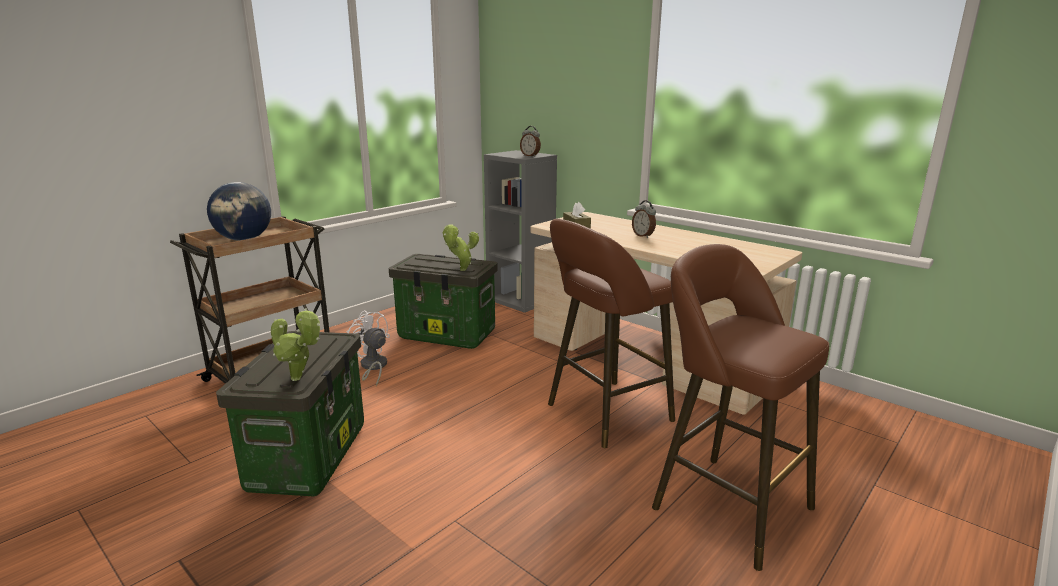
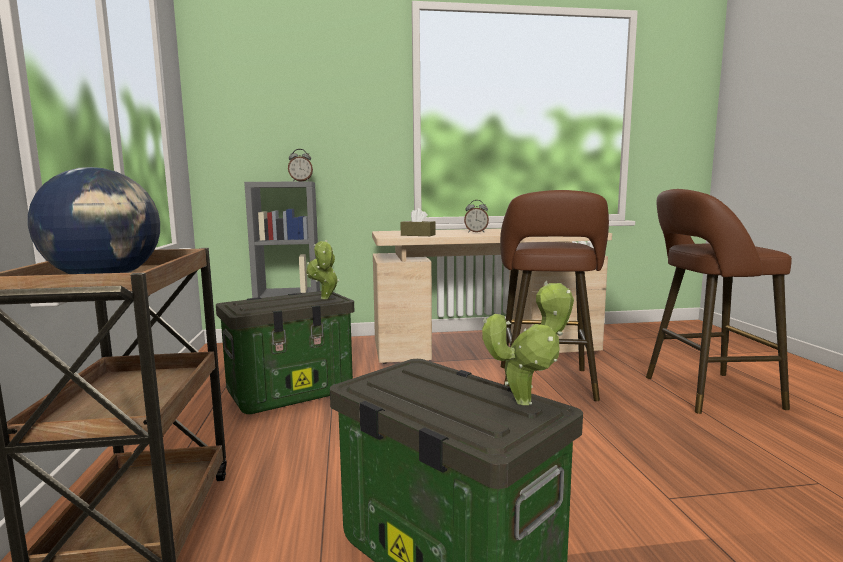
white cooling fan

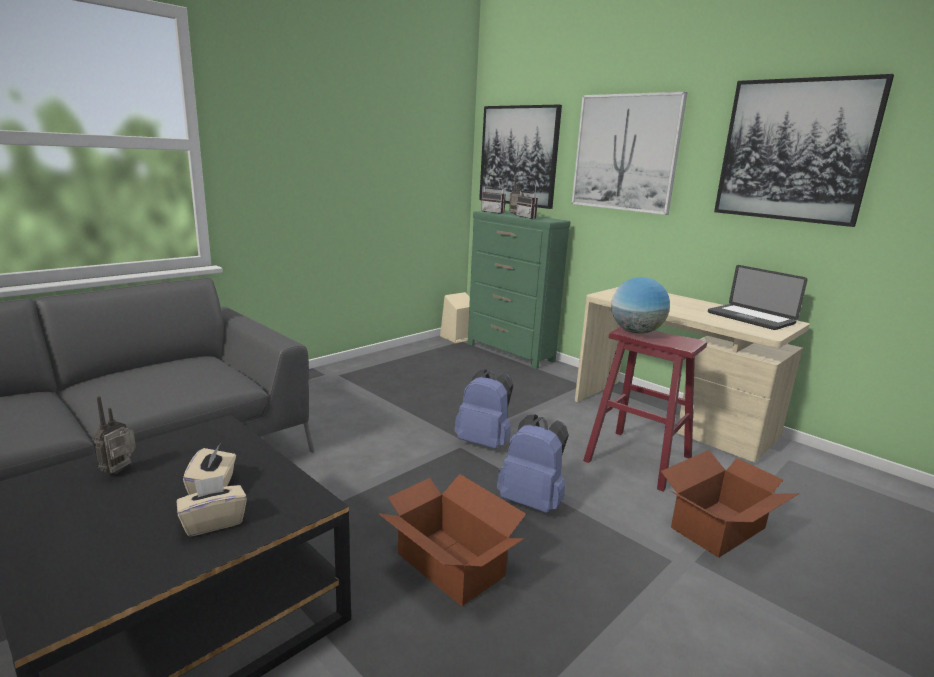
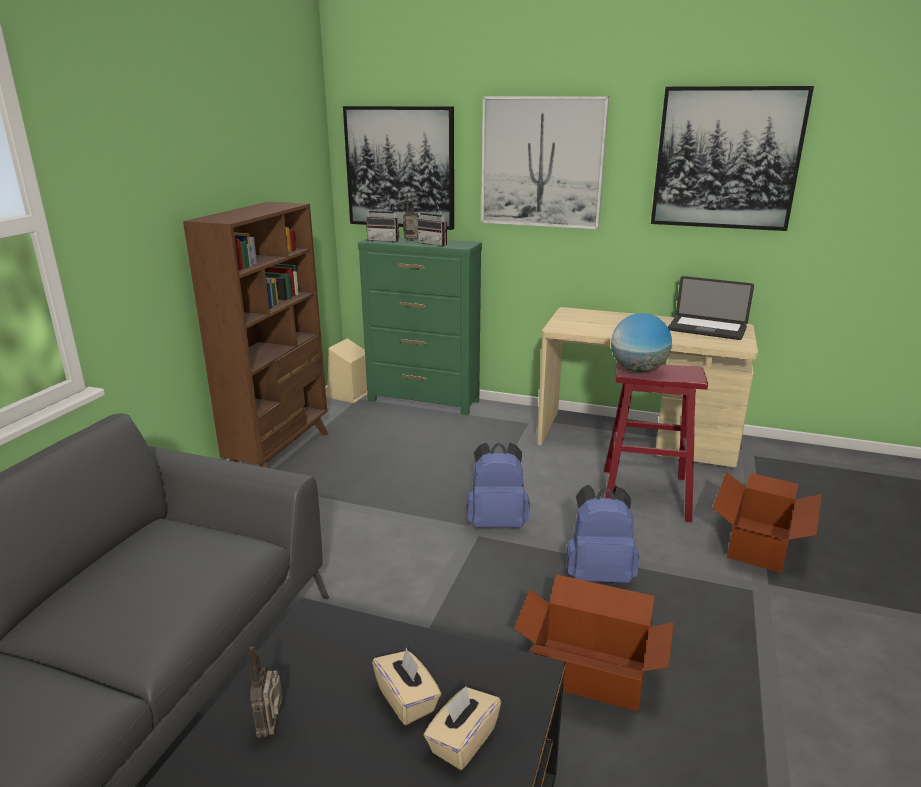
brown shelving unit

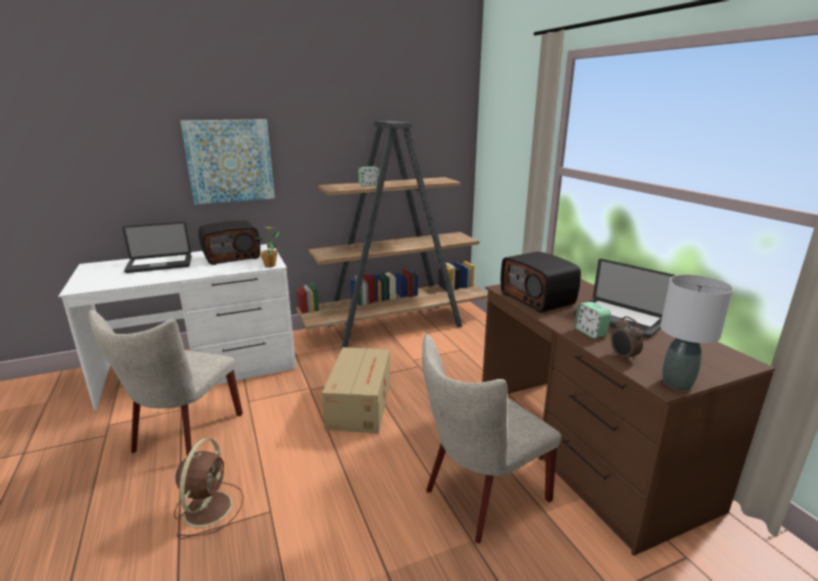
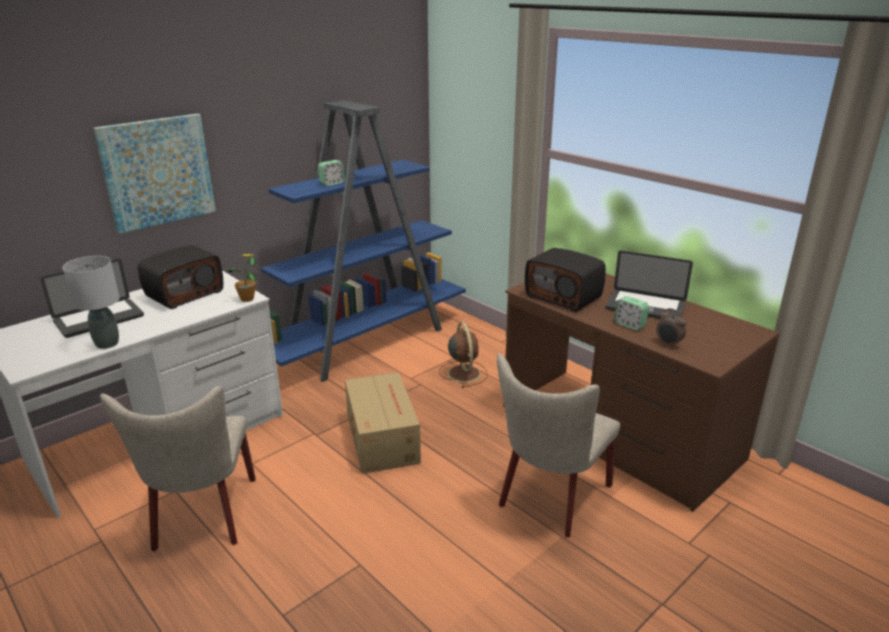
gray table lamp; bluish shelving unit; brown cooling fan

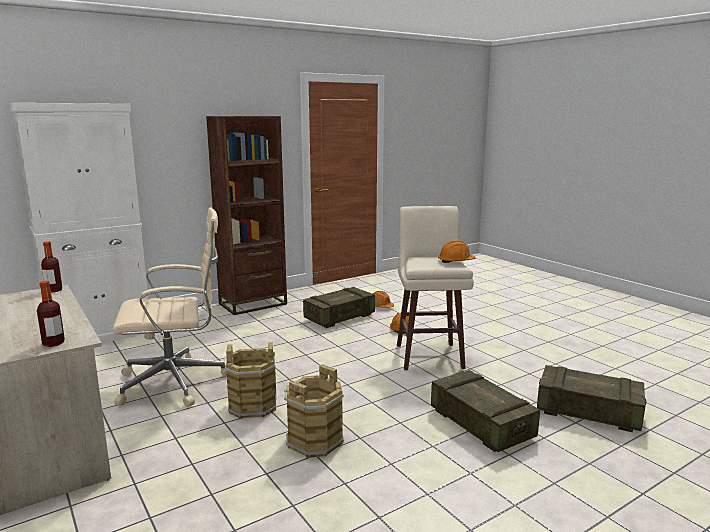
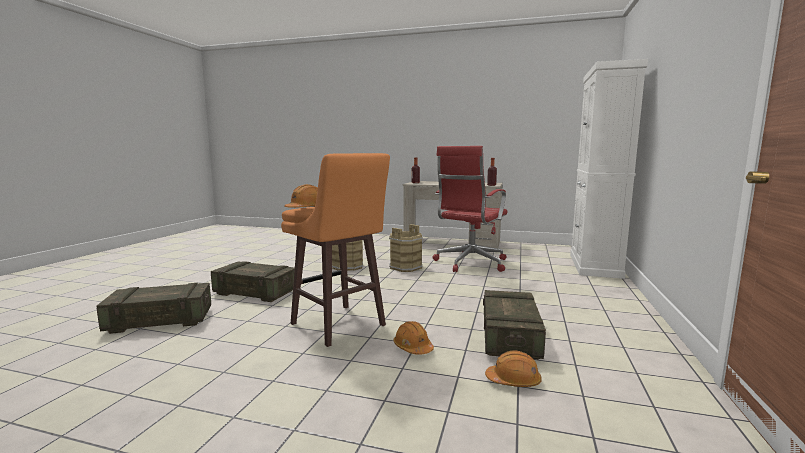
orangey stool; reddish office chair; brown shelving unit

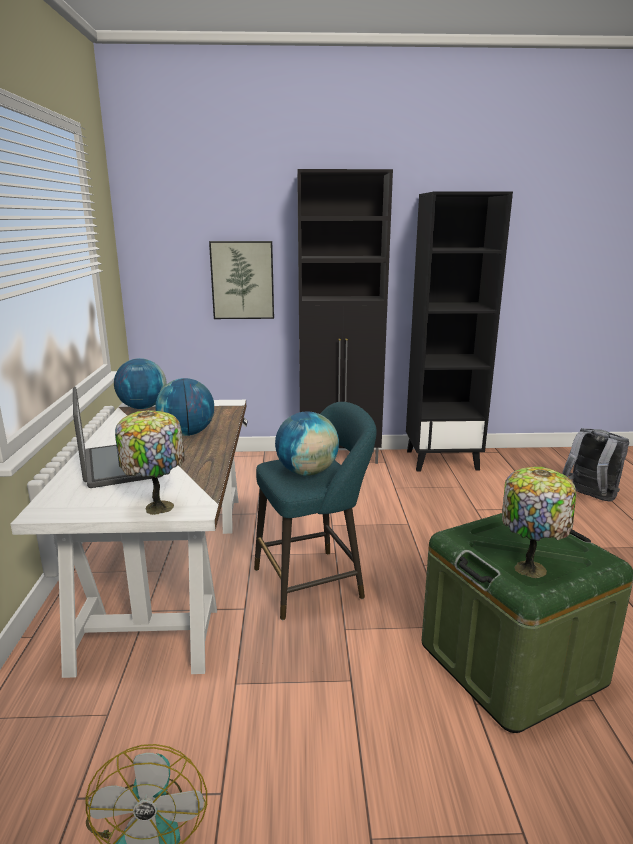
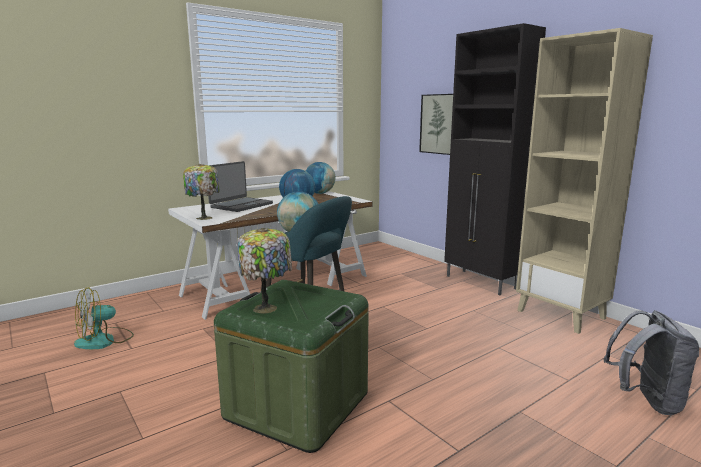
sand-coloured shelving unit

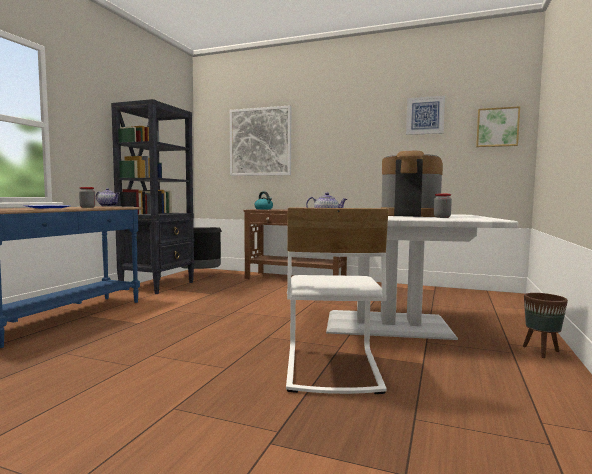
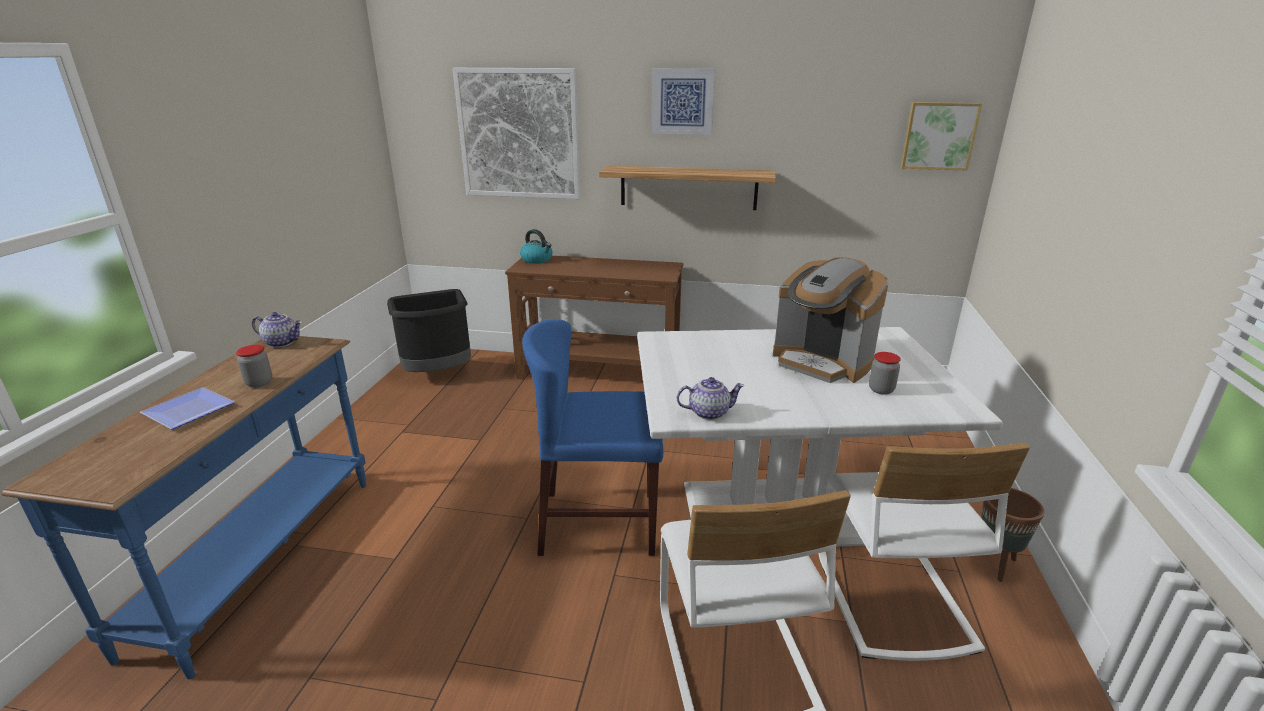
bluish chair; shelf; picture (2nd from left); coffee maker; white chair (2nd from left); blackish shelving unit

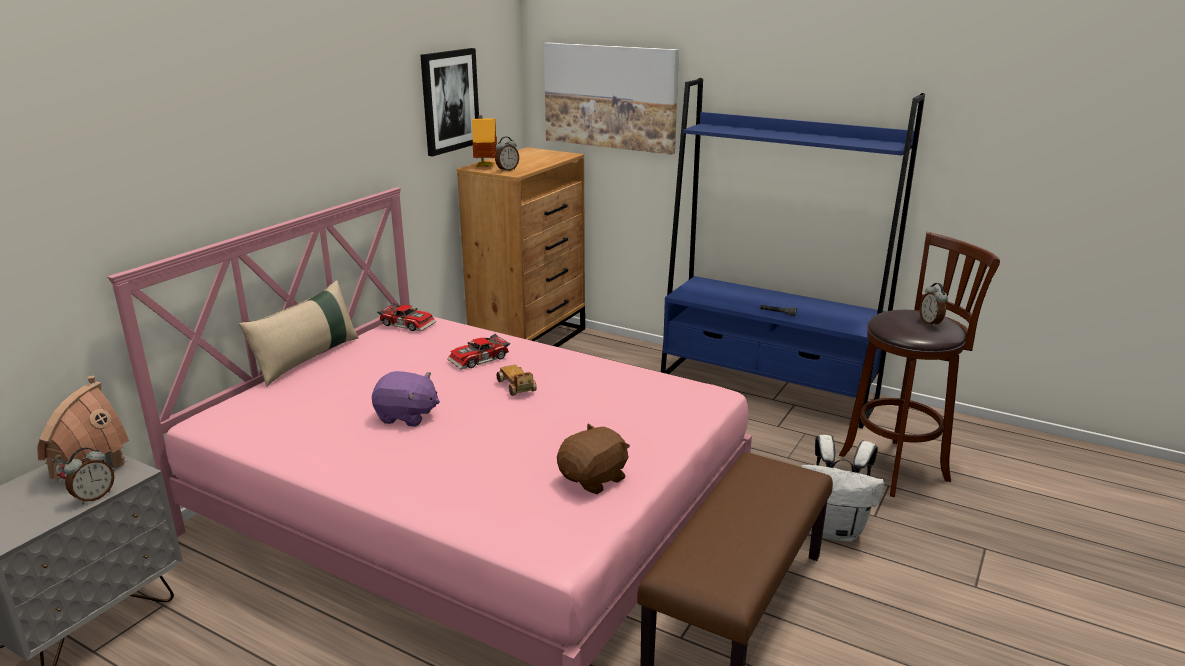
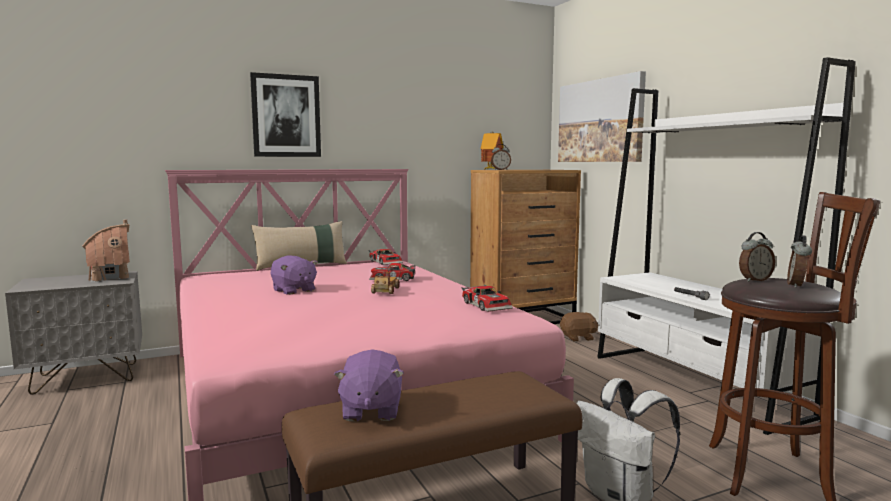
picture (1st from left); purple cuddly toy (2nd from left); model car (4th from left); brown cuddly toy; white shelving unit; bedside clock (2nd from left)

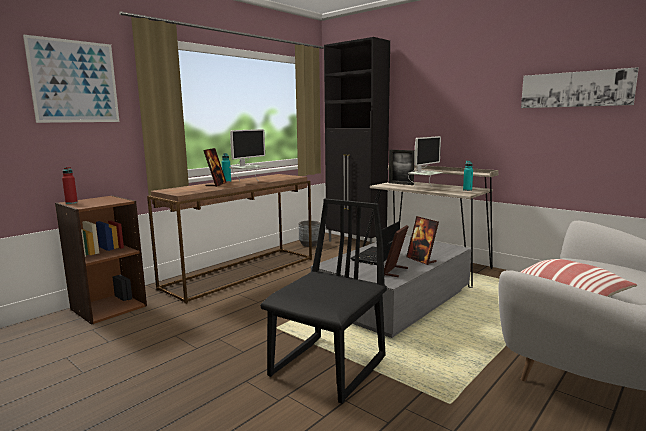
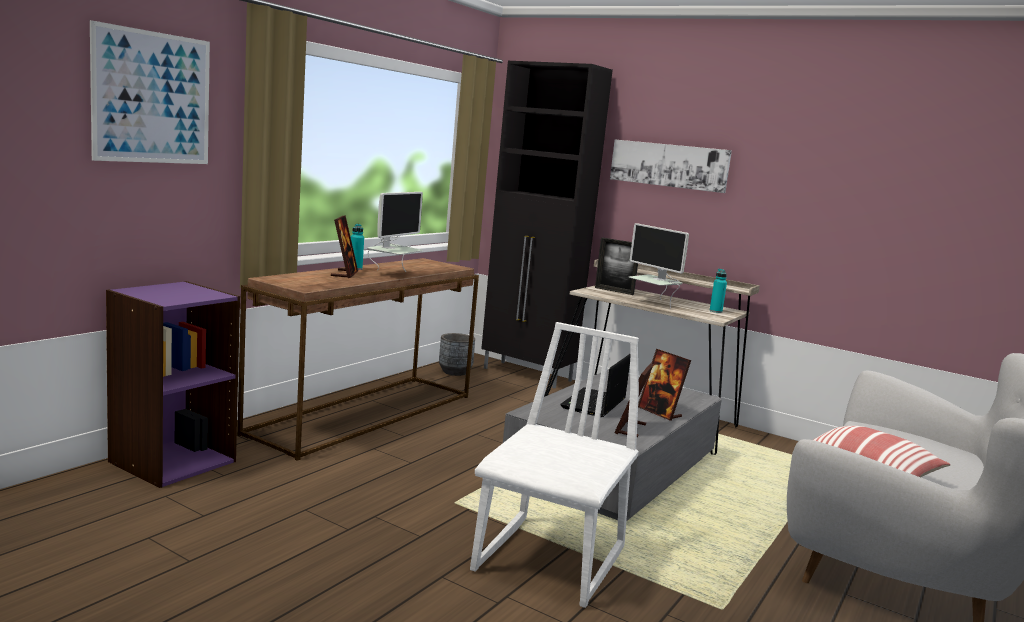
purple shelving unit; white chair; picture (2nd from left); monitor (2nd from left); reddish beverage bottle

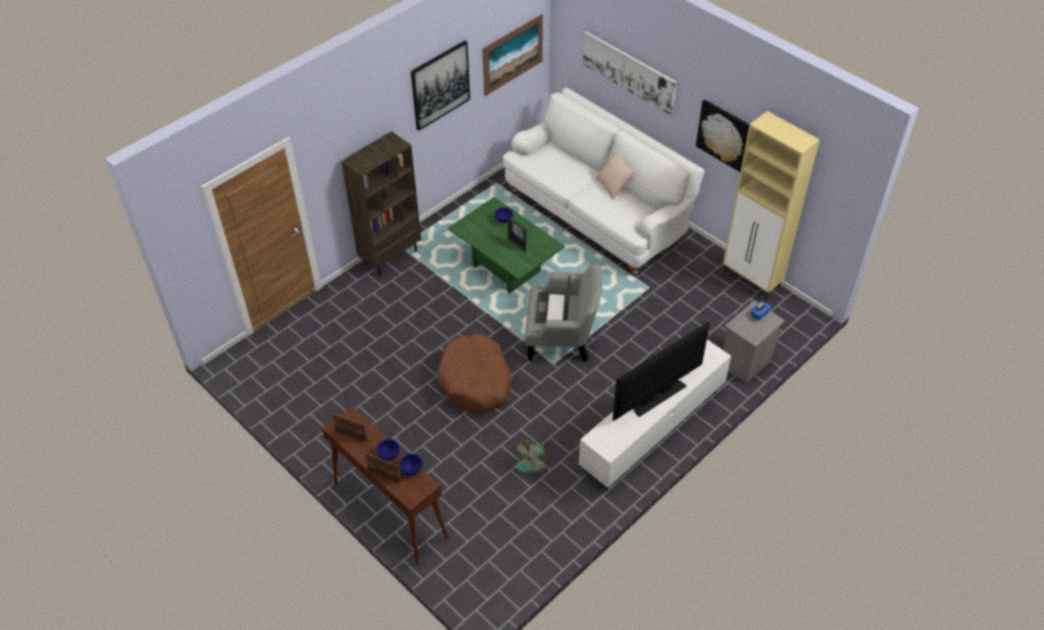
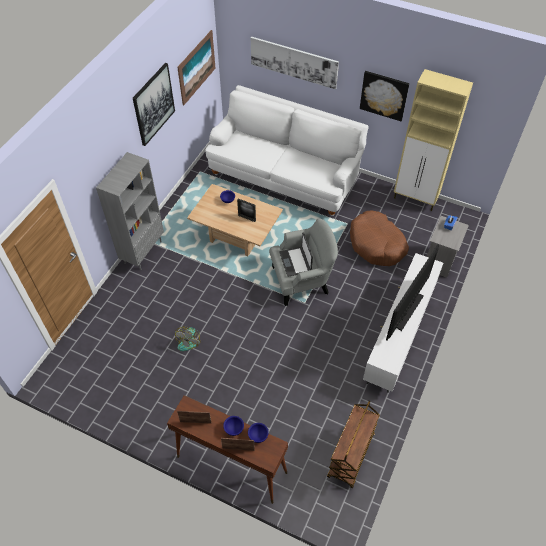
gray shelving unit; cooling fan; sand-coloured coffee table; brown wheeled cart; brown pet bed; sand-coloured throw pillow

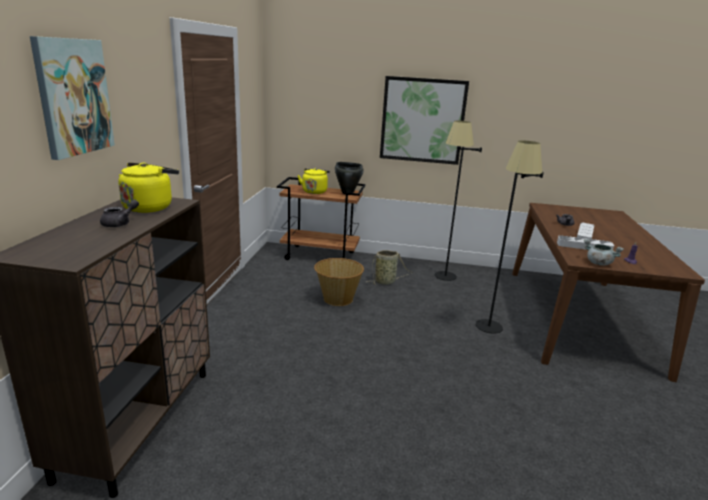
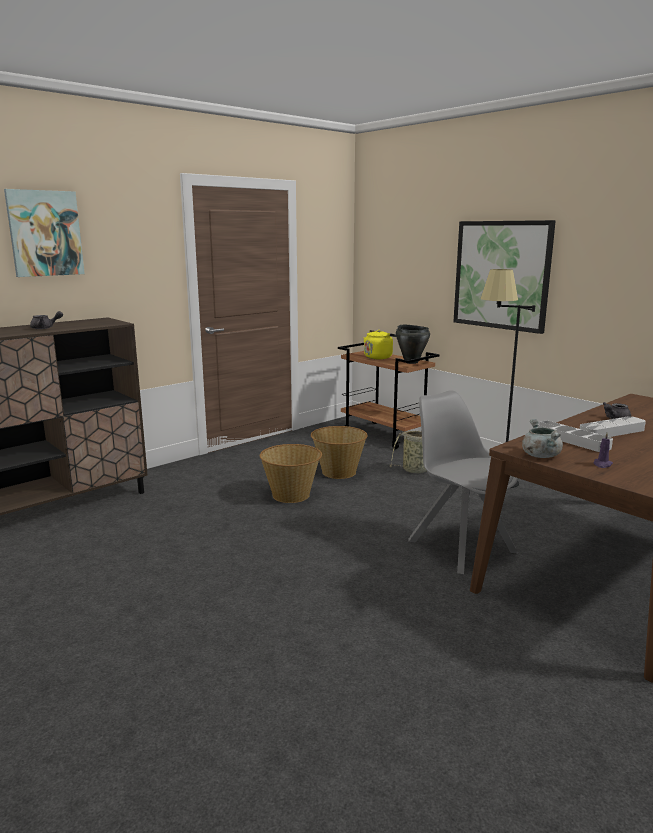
storage basket (1st from left); gray chair; yellowish tea kettle (1st from left in the first image)

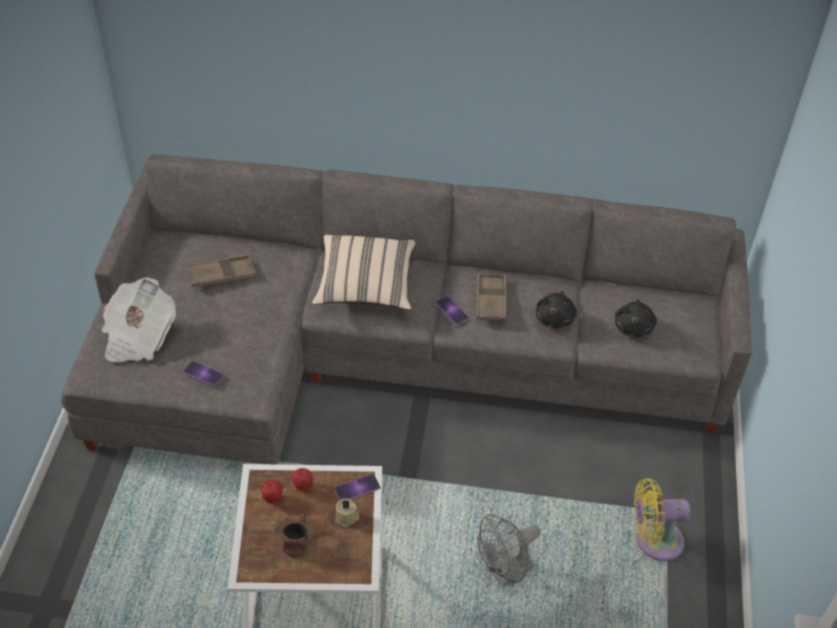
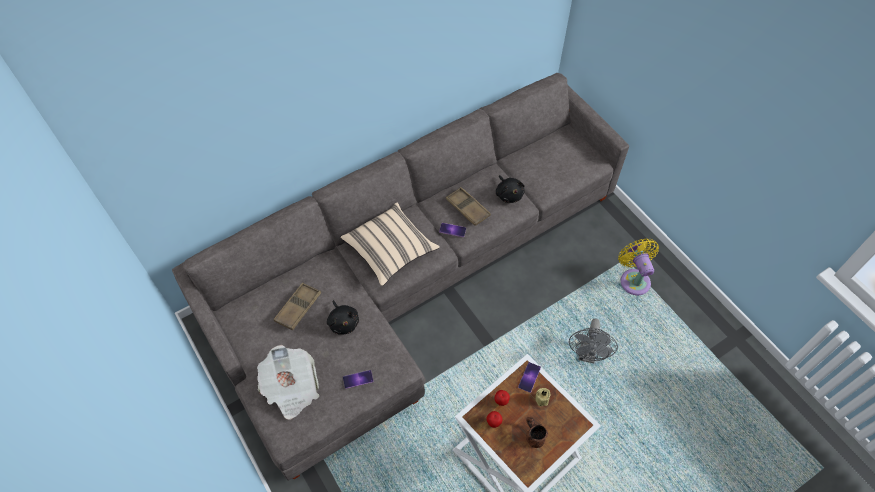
blackish cuddly toy (1st from left); yellowish cooling fan

